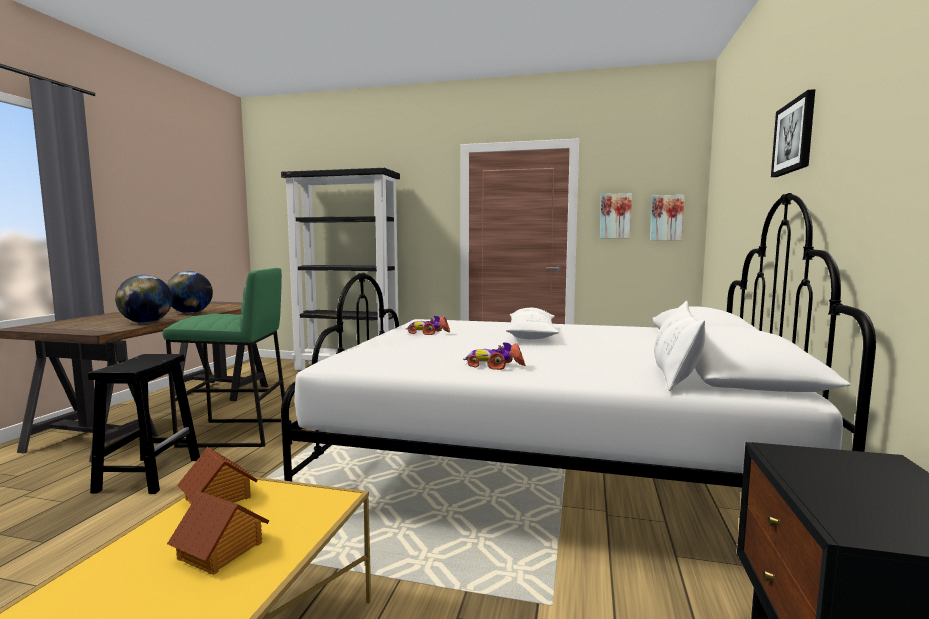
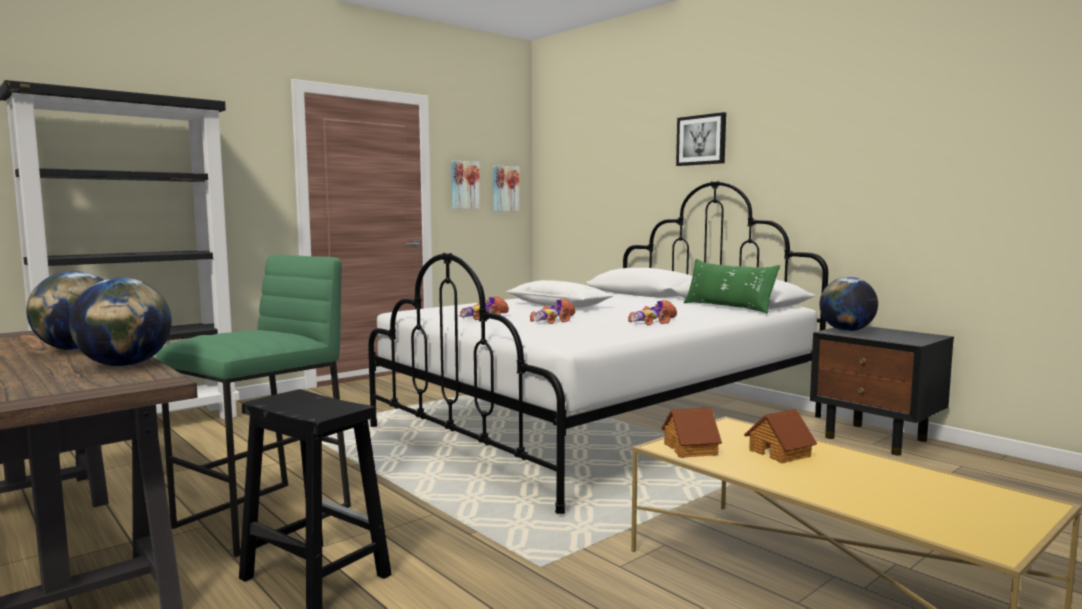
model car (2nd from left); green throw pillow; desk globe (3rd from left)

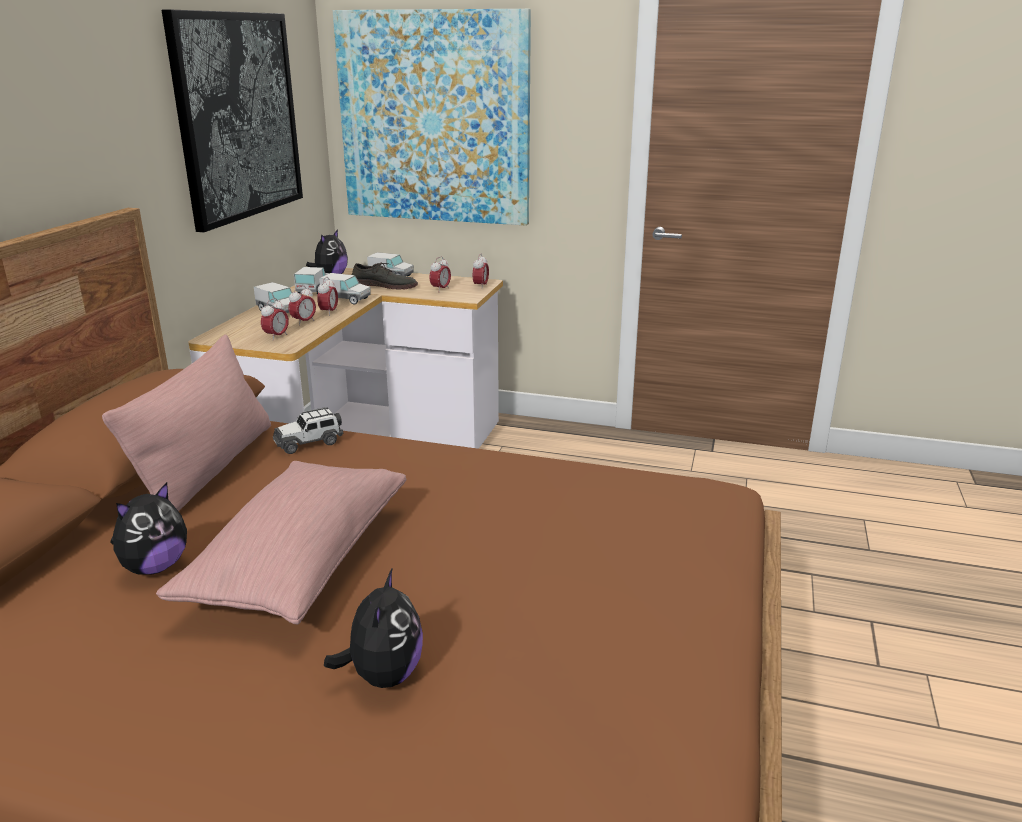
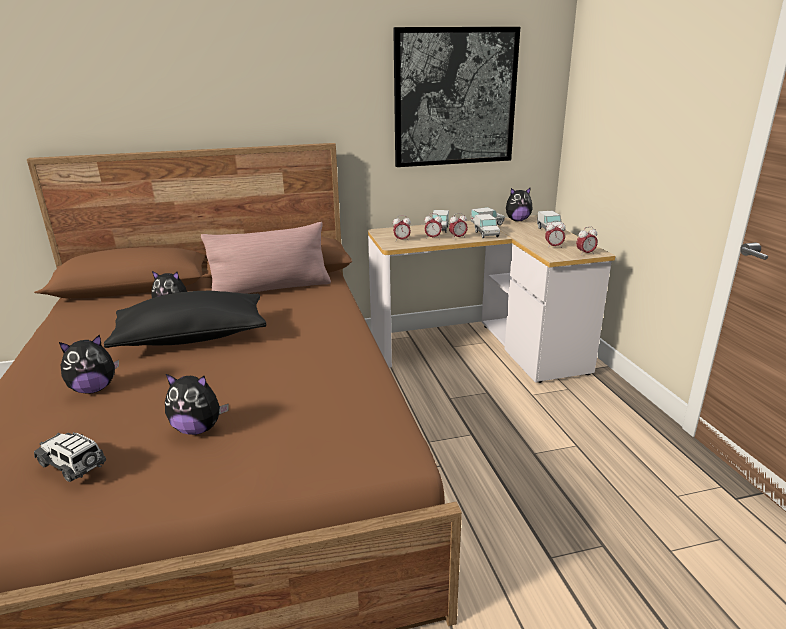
model car; blackish throw pillow; cuddly toy (3rd from left); picture (2nd from left in the first image); gray low shoe

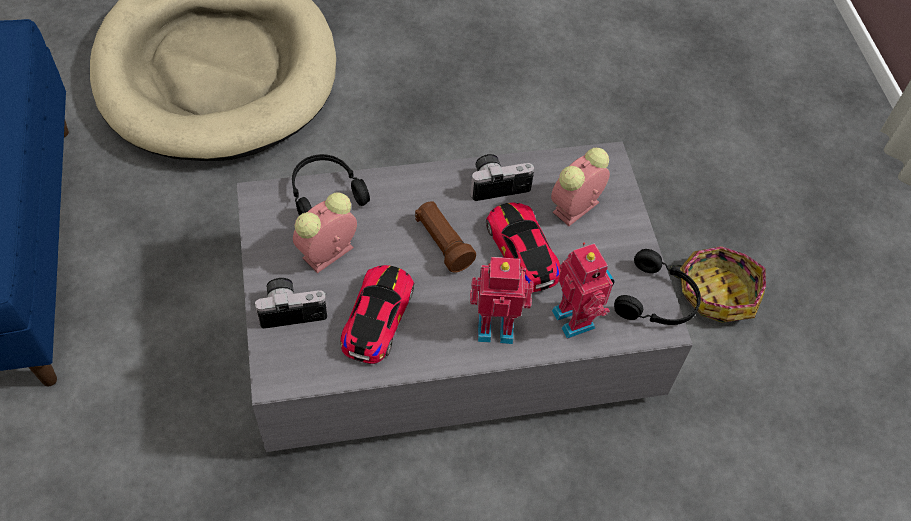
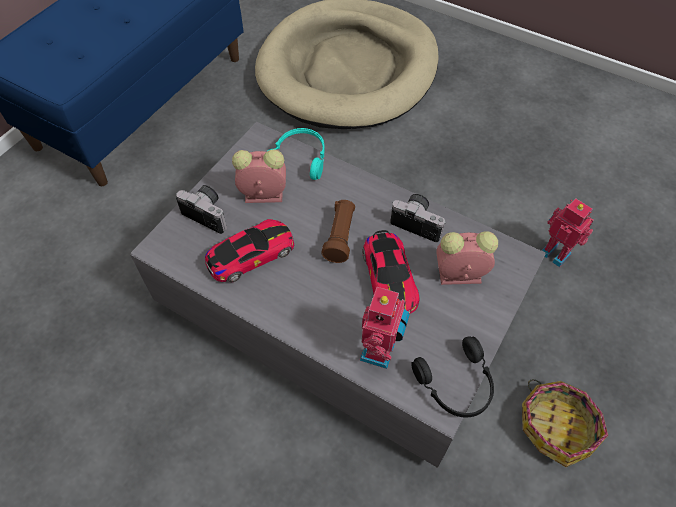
blue-green headset; model car (2nd from left); robot figure (2nd from left)

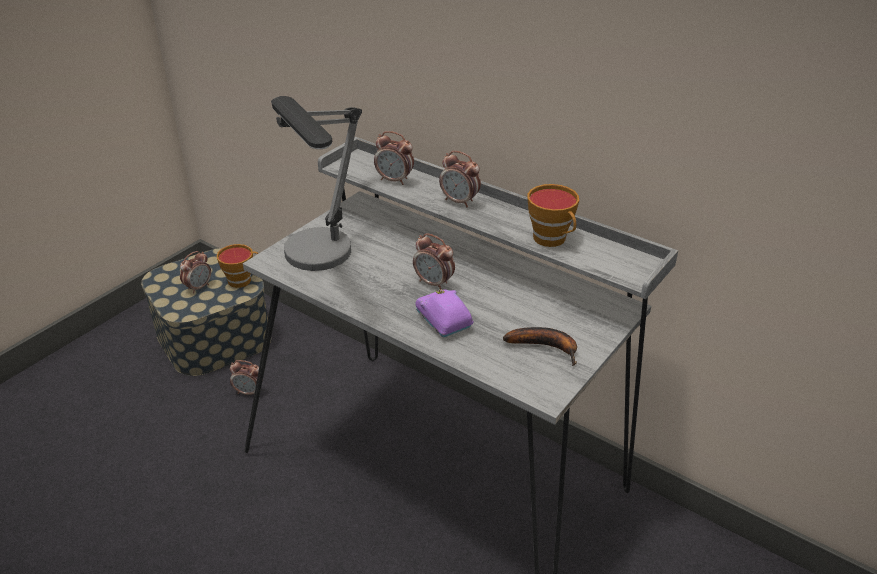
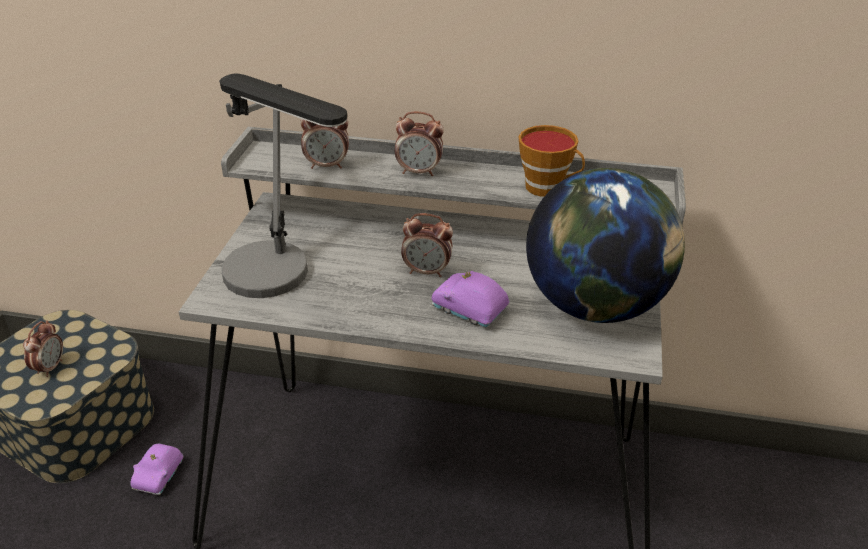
purple model car (1st from left); desk globe; cup (1st from left in the first image)

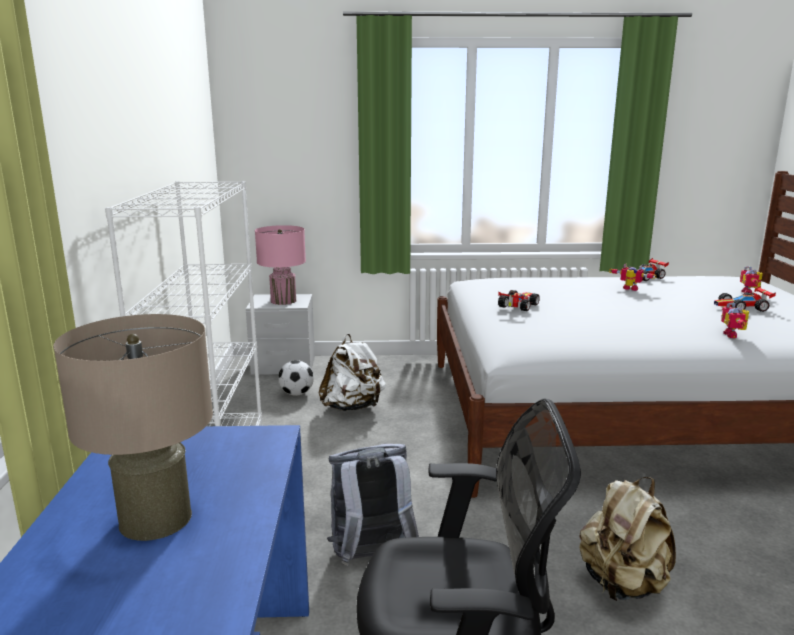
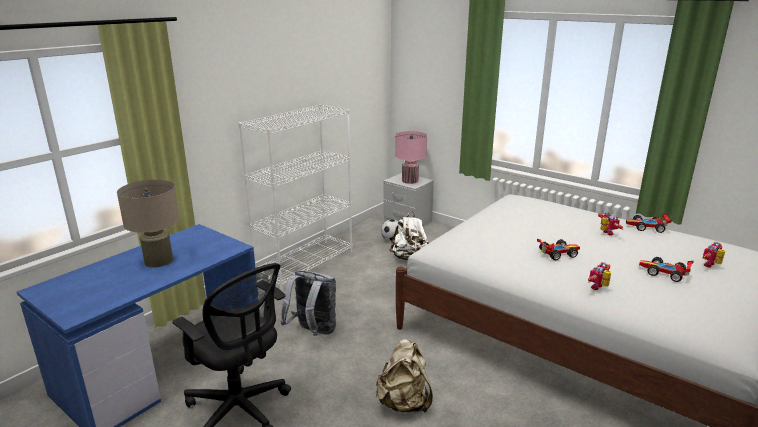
model car (1st from left)

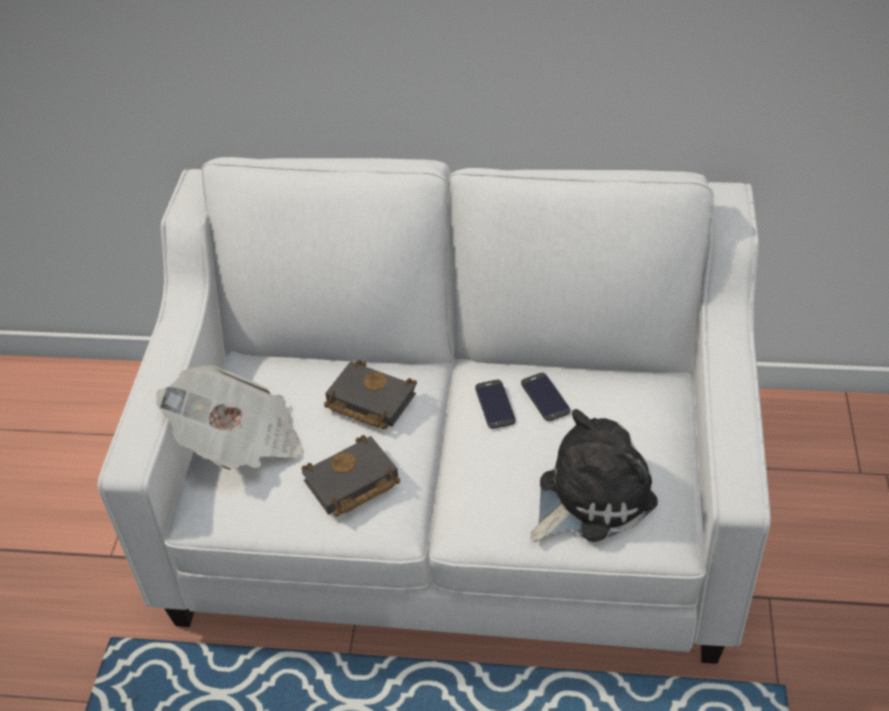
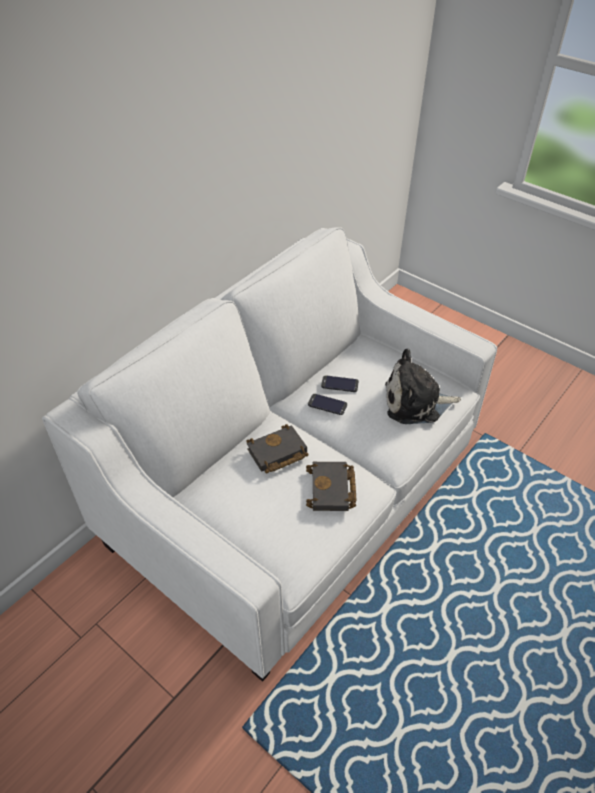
cuddly toy; printed paper

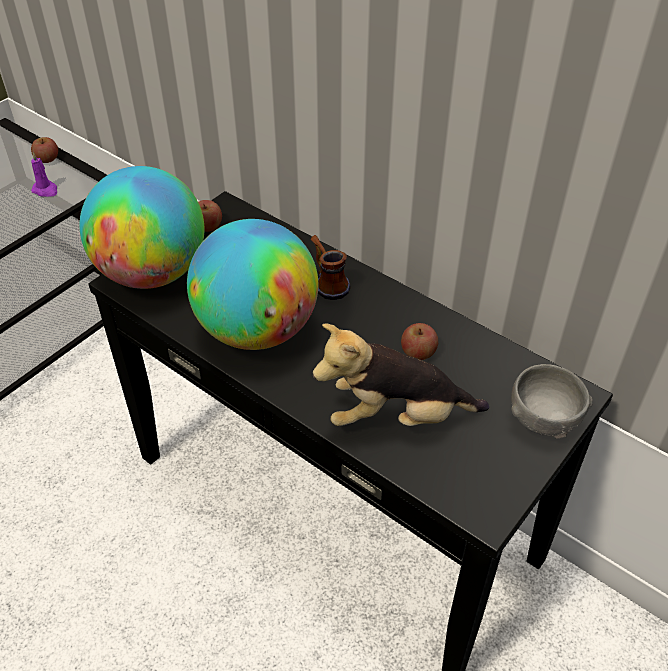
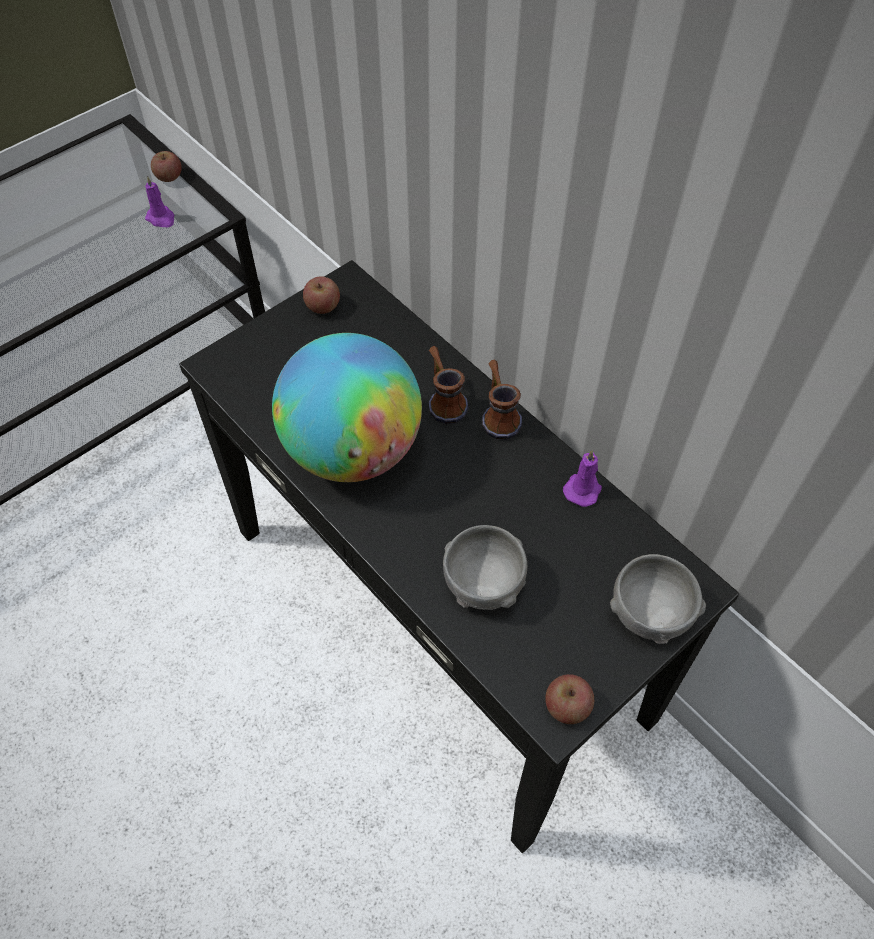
gray serving bowl (1st from left); mug (2nd from left); apple fruit (3rd from left); purple candle (2nd from left); desk globe (1st from left in the first image)

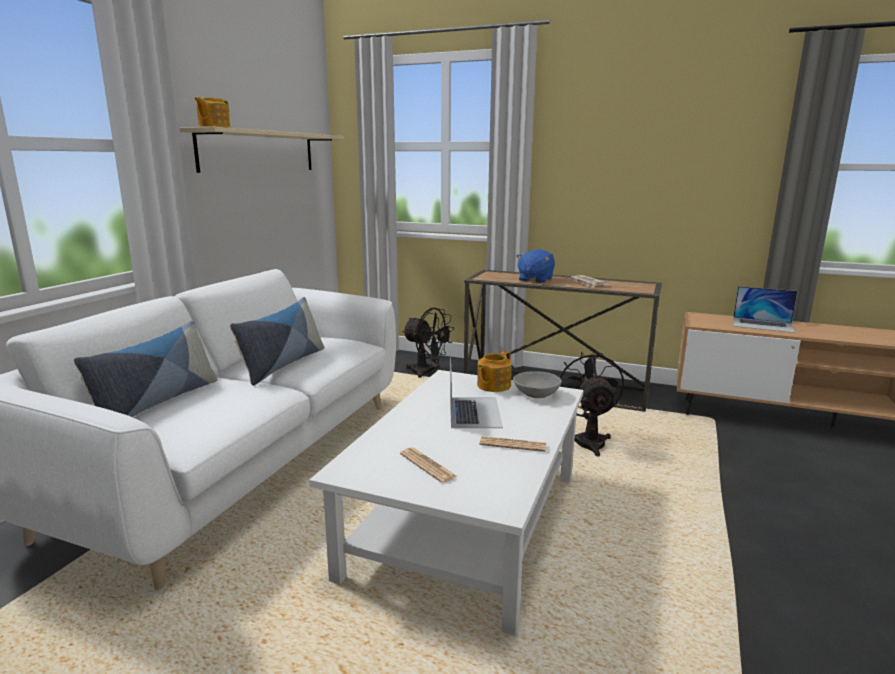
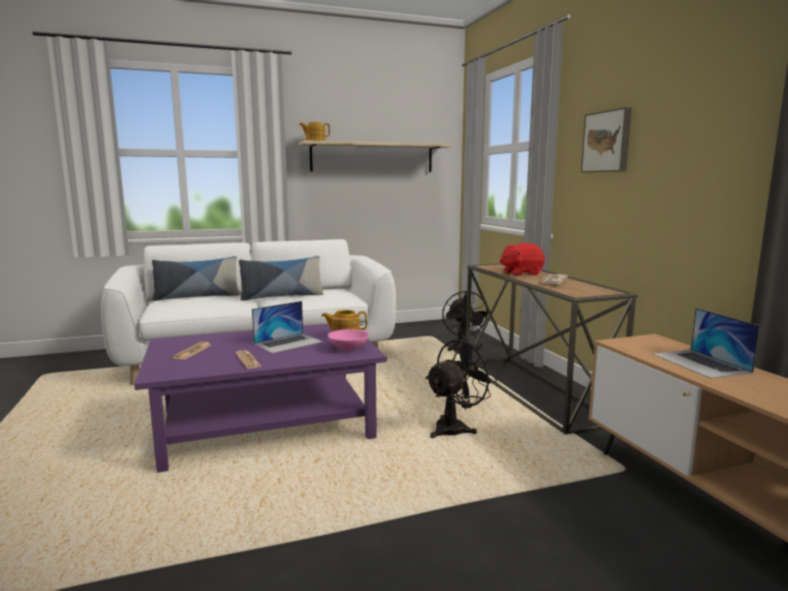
purple coffee table; pink-coloured serving bowl; reddish cuddly toy; picture

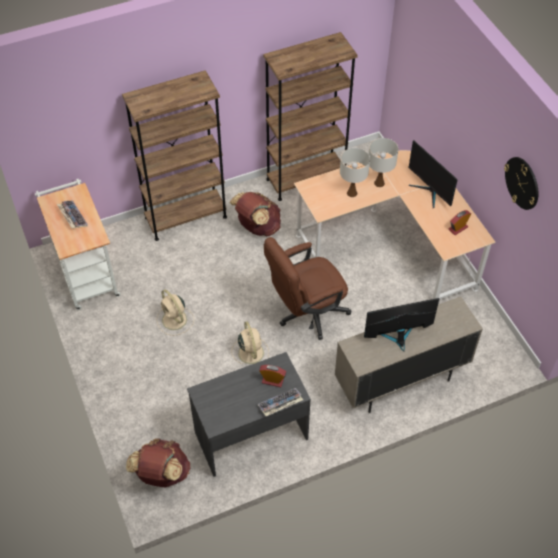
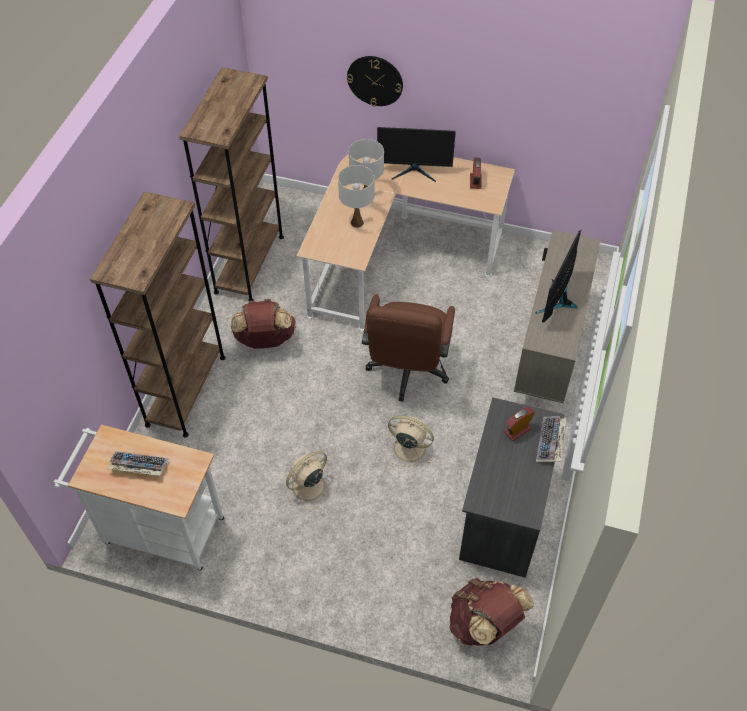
sand-coloured cooling fan (1st from left); wall clock

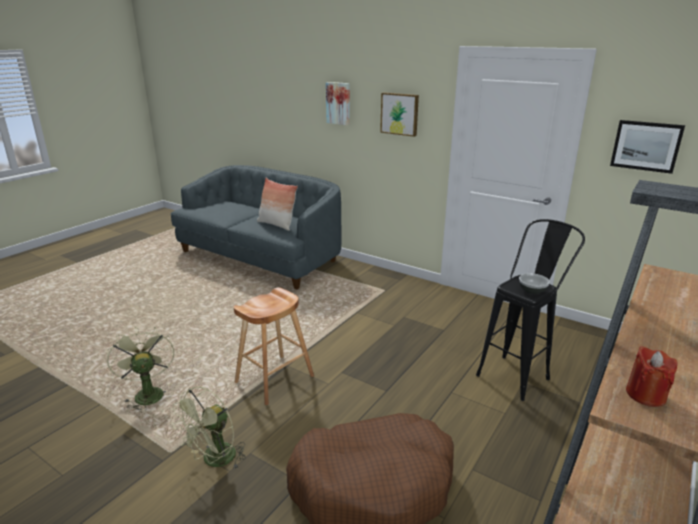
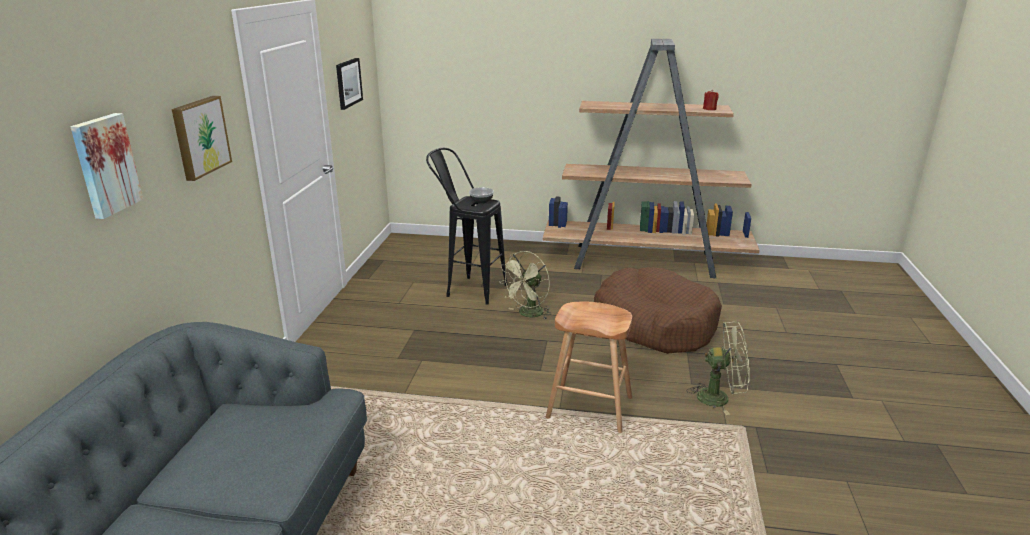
green cooling fan (1st from left); throw pillow

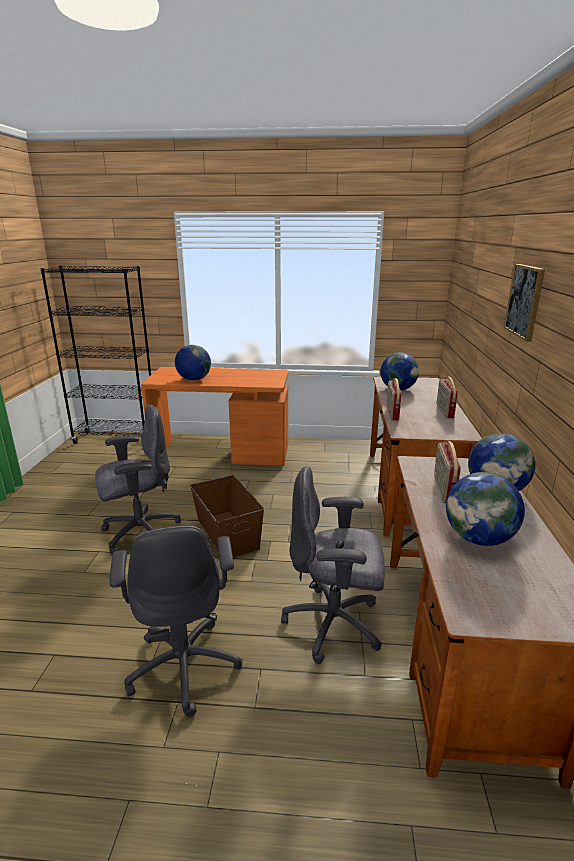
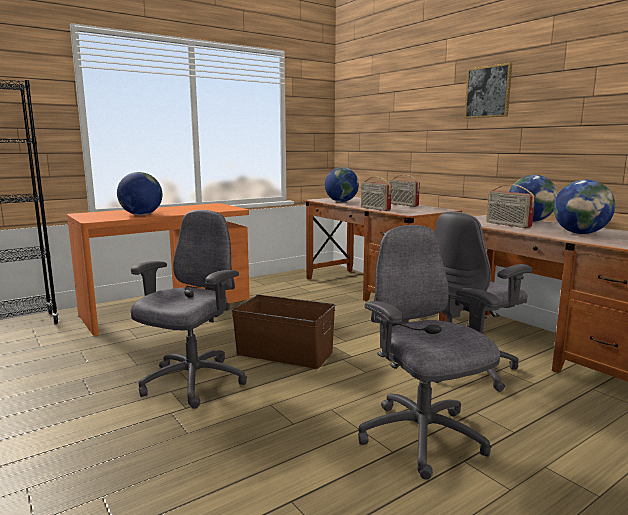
gray office chair (2nd from left)

